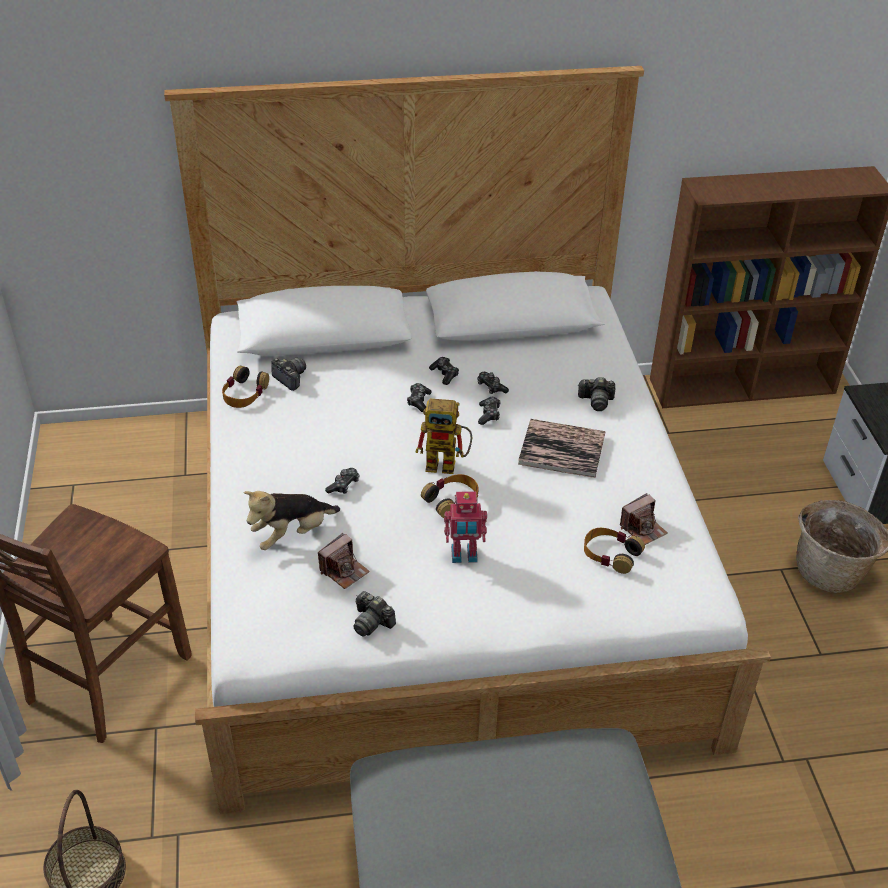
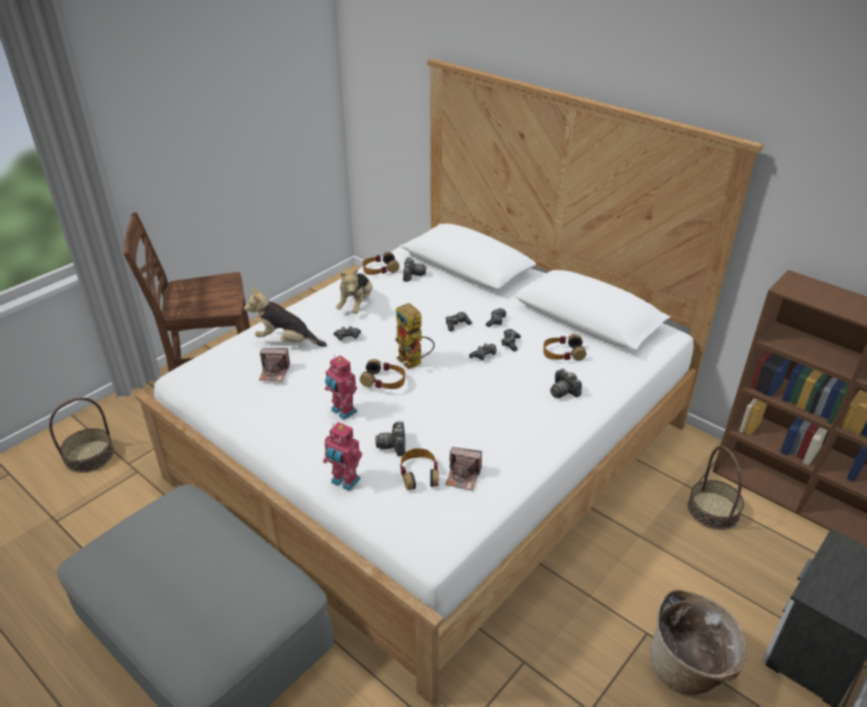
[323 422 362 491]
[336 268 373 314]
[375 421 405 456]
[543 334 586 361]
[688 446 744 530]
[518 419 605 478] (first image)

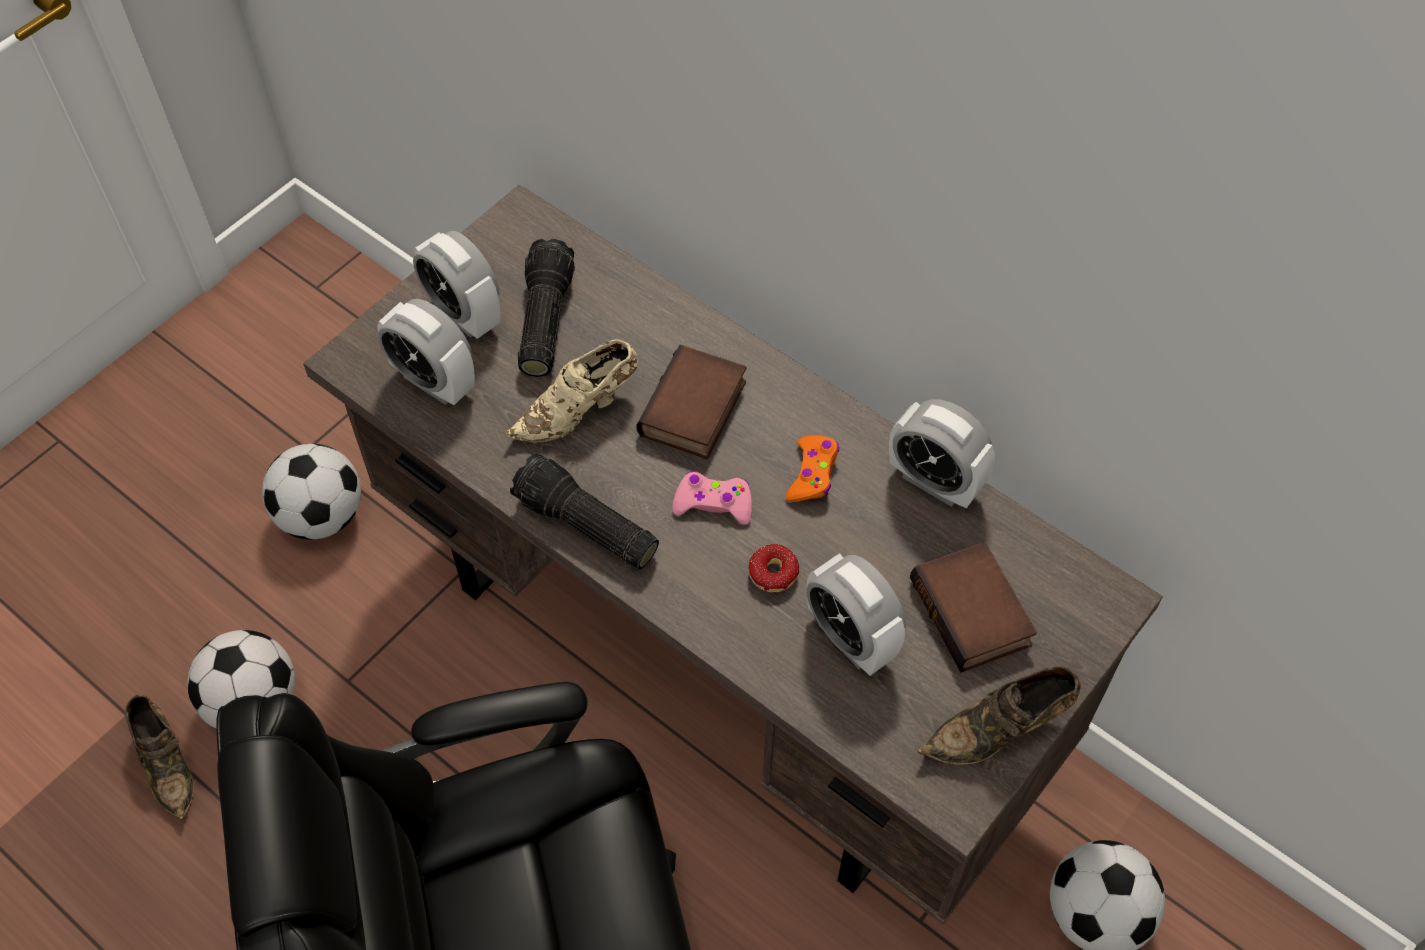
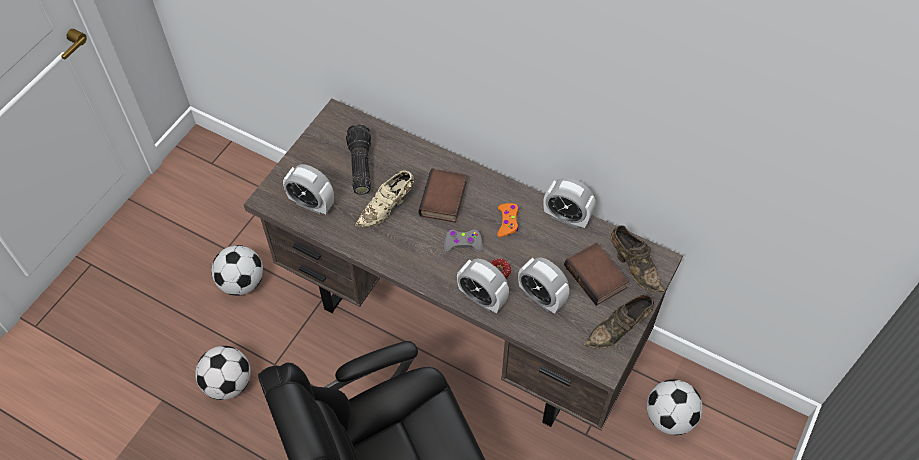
[444 229 483 252]
[457 258 509 313]
[611 225 664 292]
[510 453 659 570] (first image)

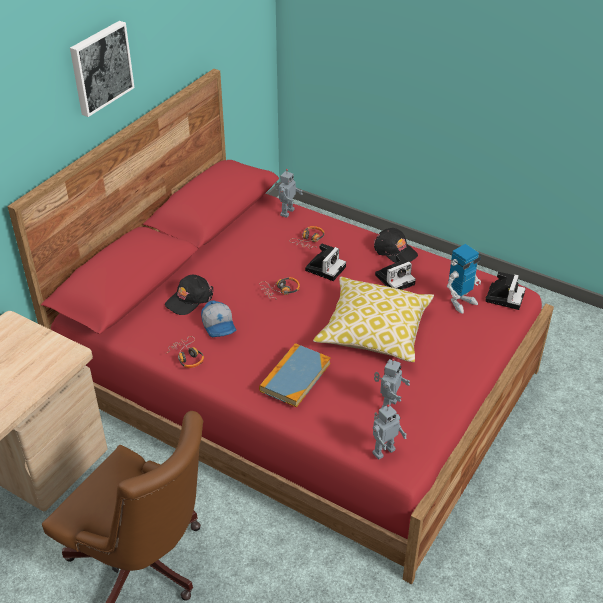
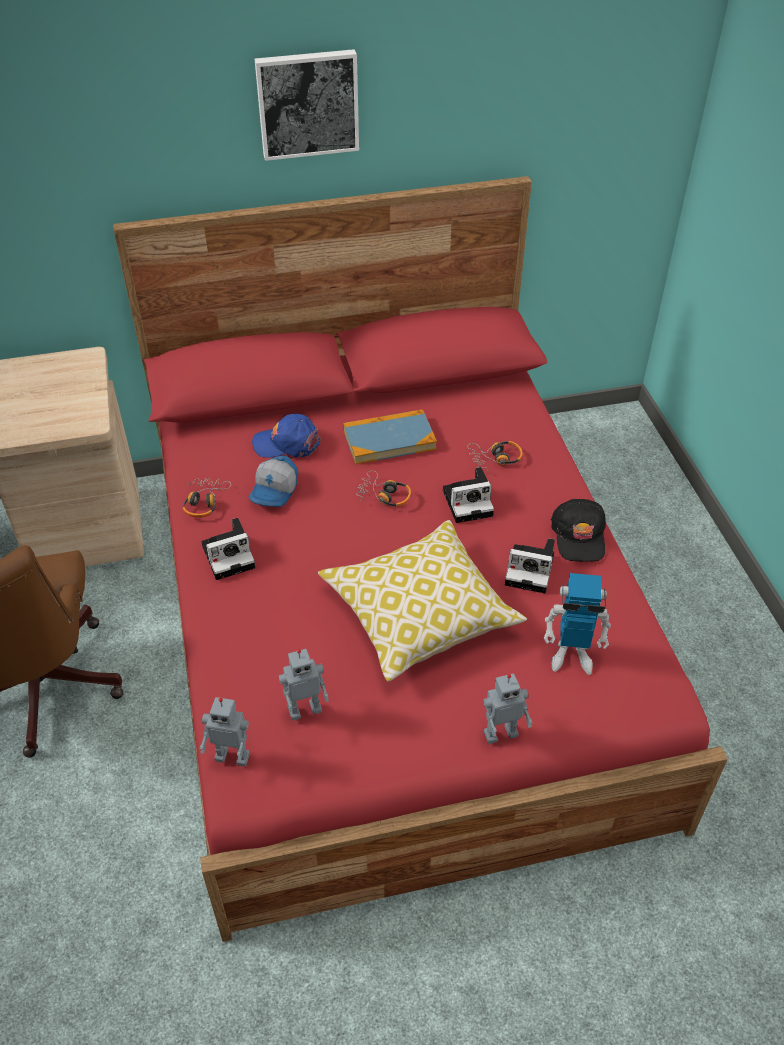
[201 518 255 580]
[252 414 321 458]
[343 409 437 464]
[483 674 533 744]

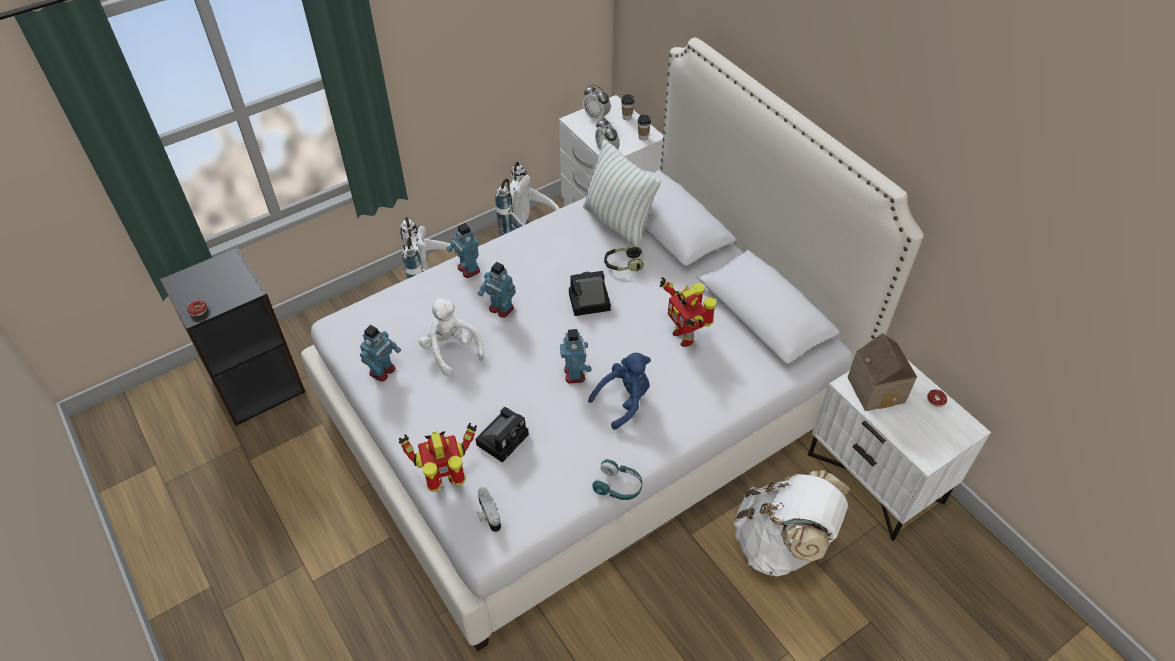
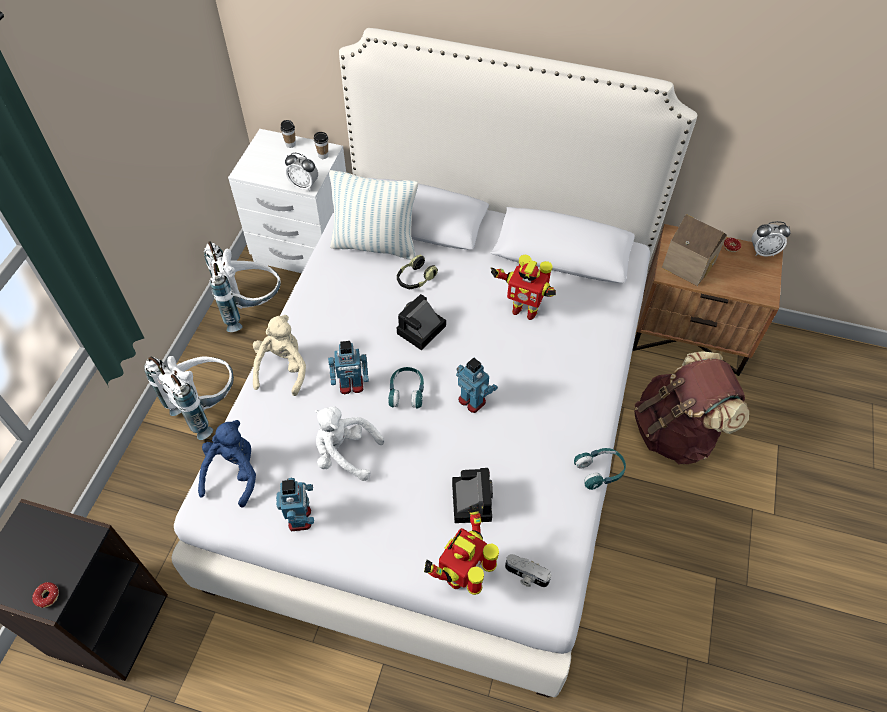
[198 420 256 508]
[253 315 306 396]
[388 367 424 409]
[632 224 783 376]
[634 351 749 464]
[752 221 791 257]

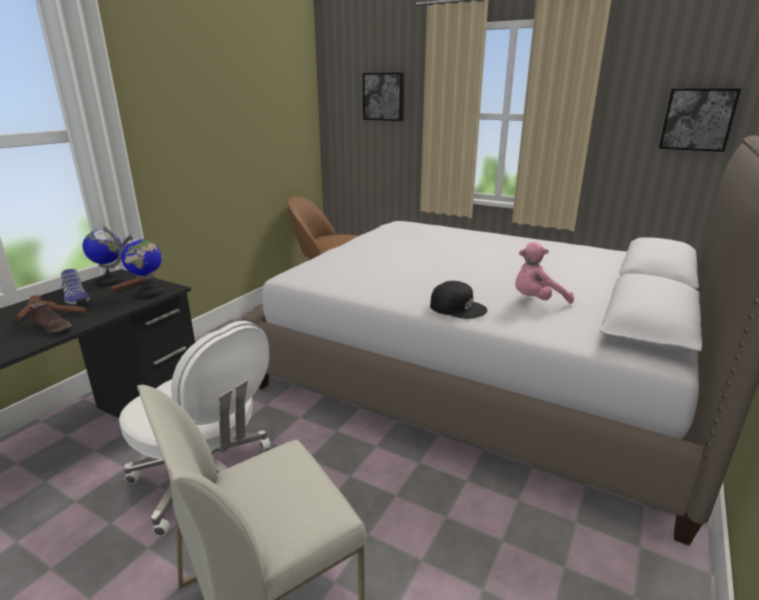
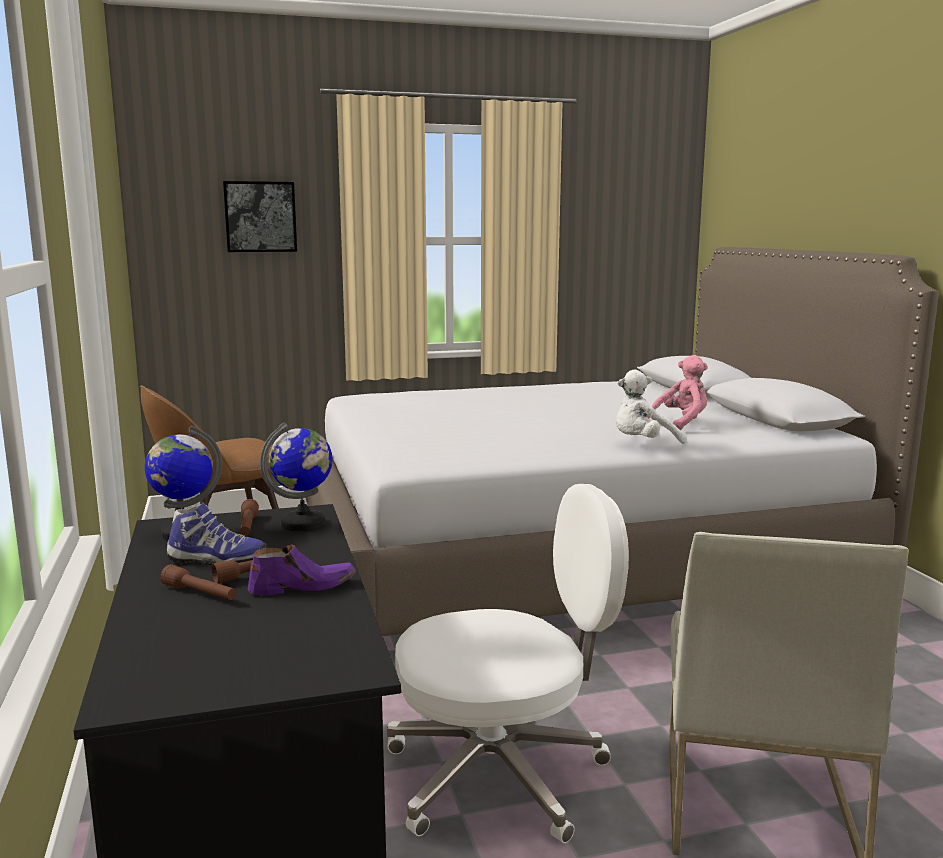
[248 544 356 596]
[616 370 687 444]
[647 355 708 430]
[659 88 741 152] (first image)

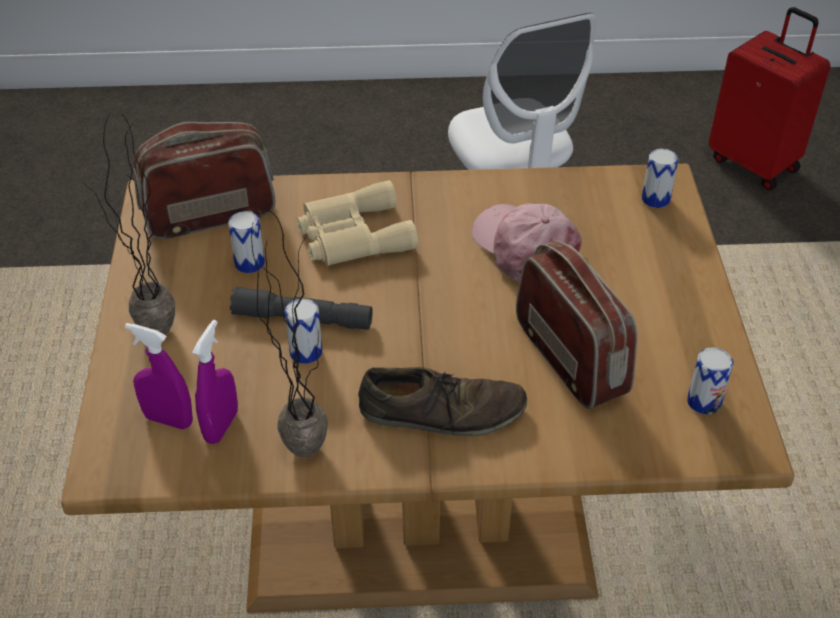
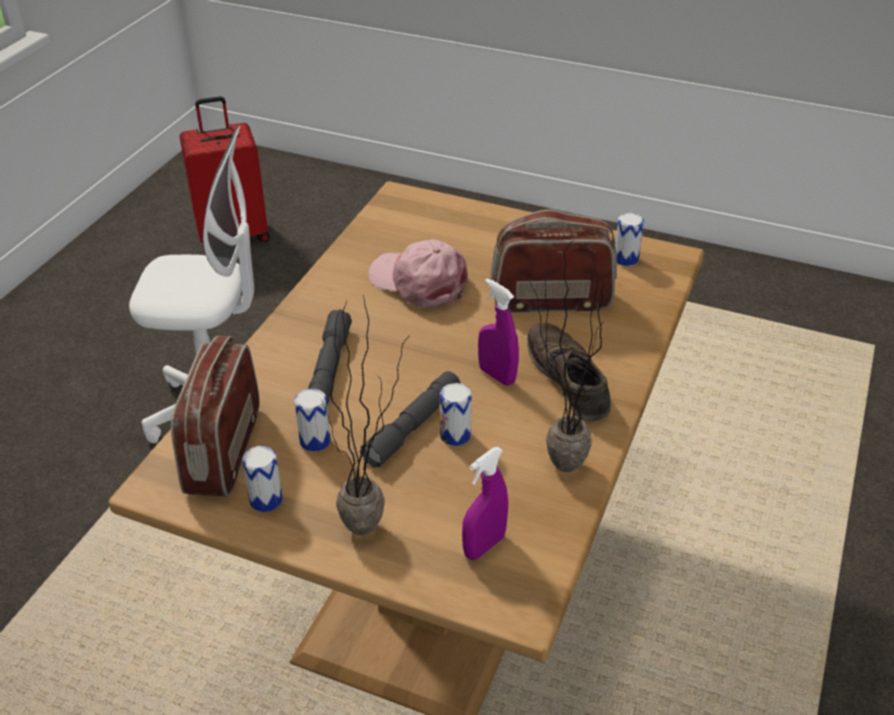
[242 446 282 512]
[308 309 352 405]
[368 239 469 308]
[478 278 519 386]
[527 323 611 422]

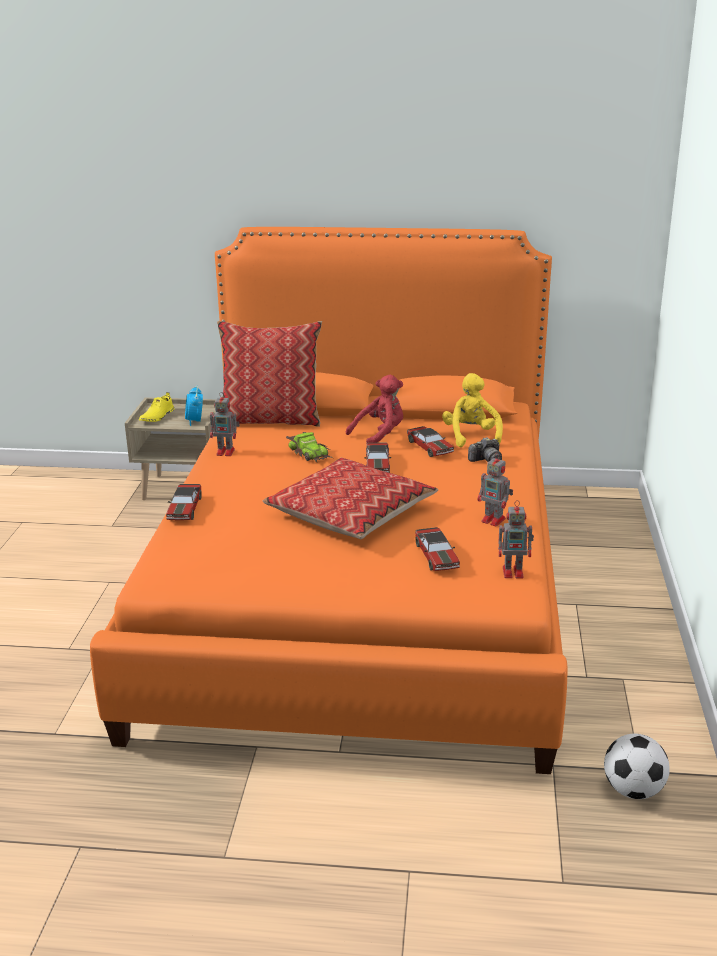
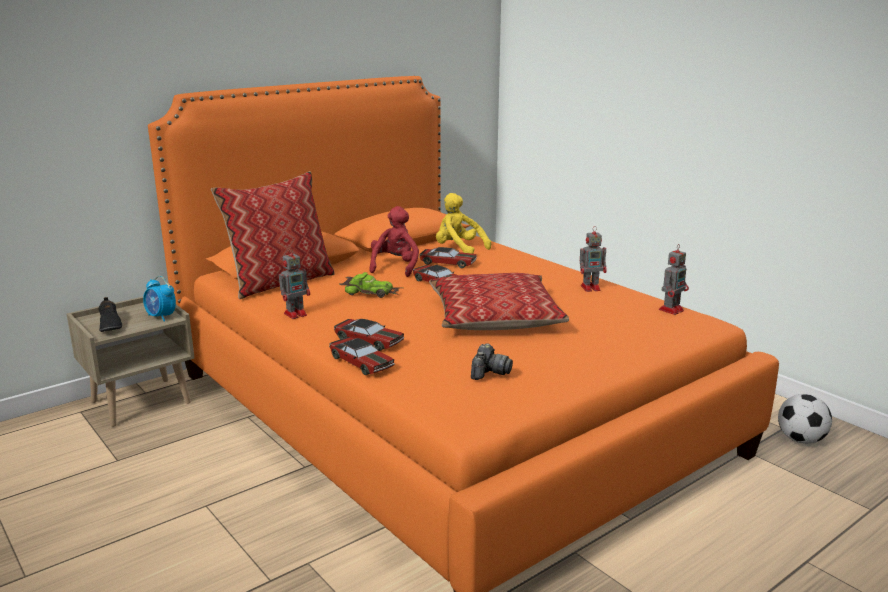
[98 297 122 332]
[334 319 404 351]
[471 343 513 380]

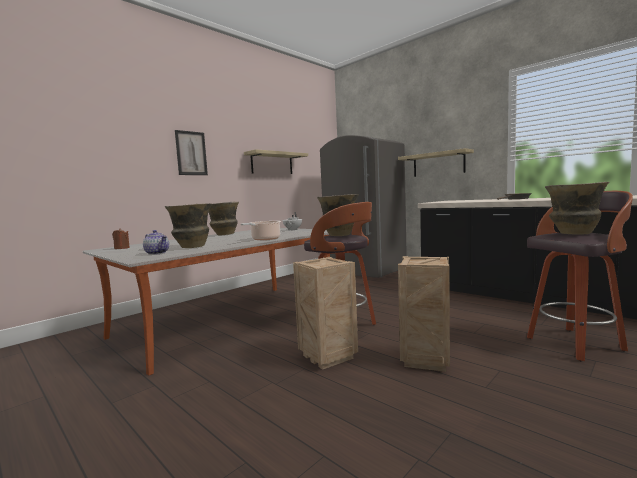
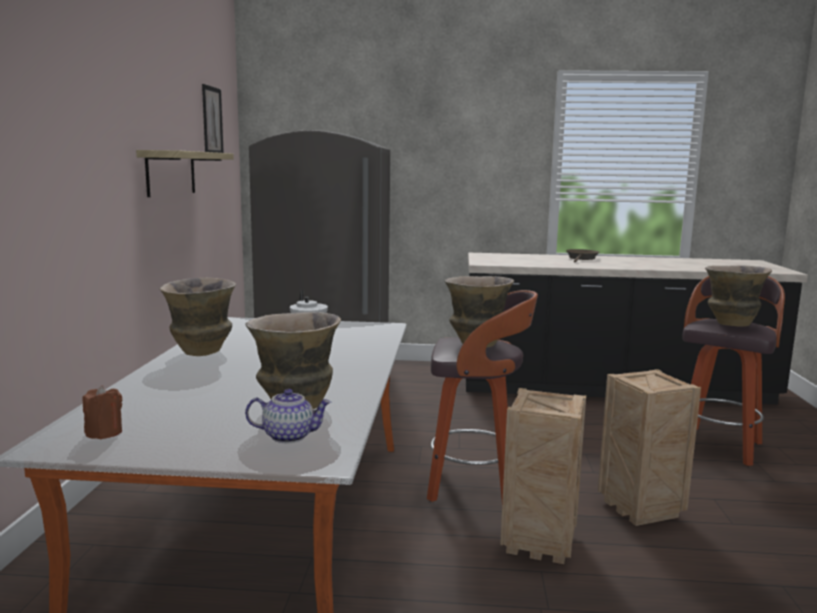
[202 84 224 153]
[241 221 281 240] (first image)
[398 148 474 177] (first image)

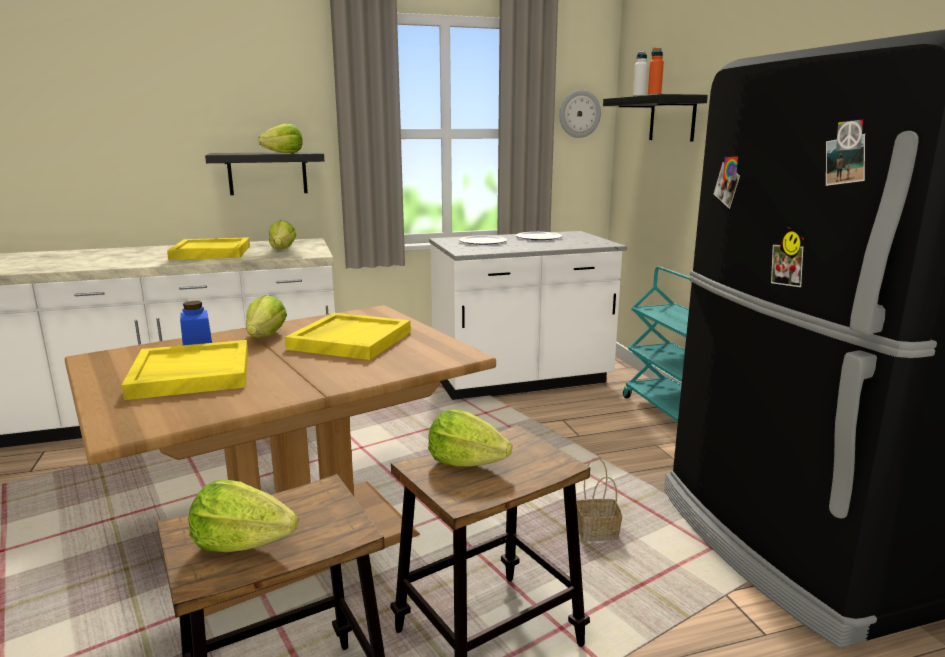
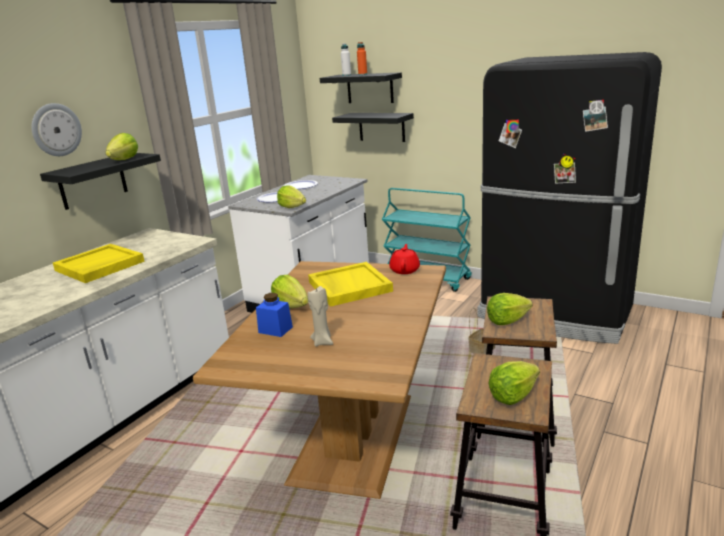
[31 103 82 156]
[277 185 306 208]
[308 286 333 347]
[332 113 414 142]
[389 244 420 274]

